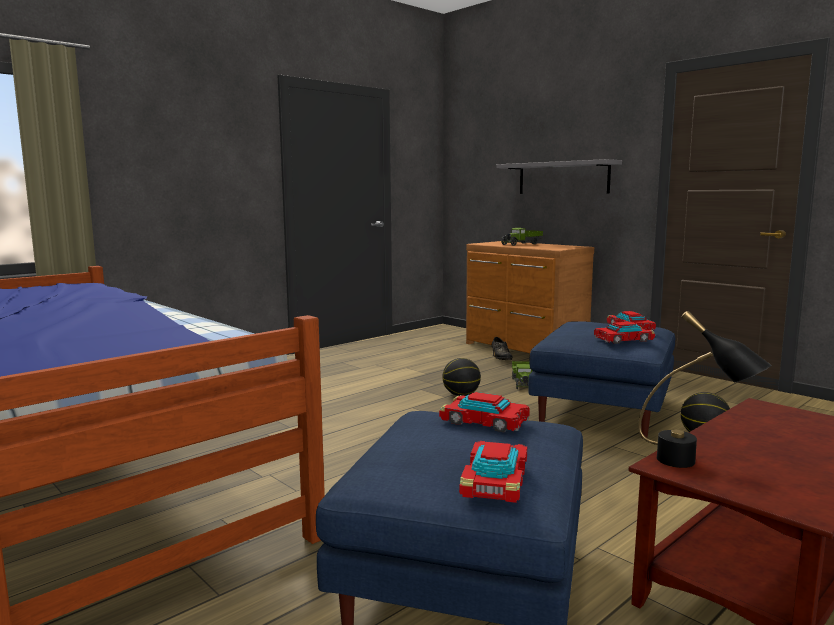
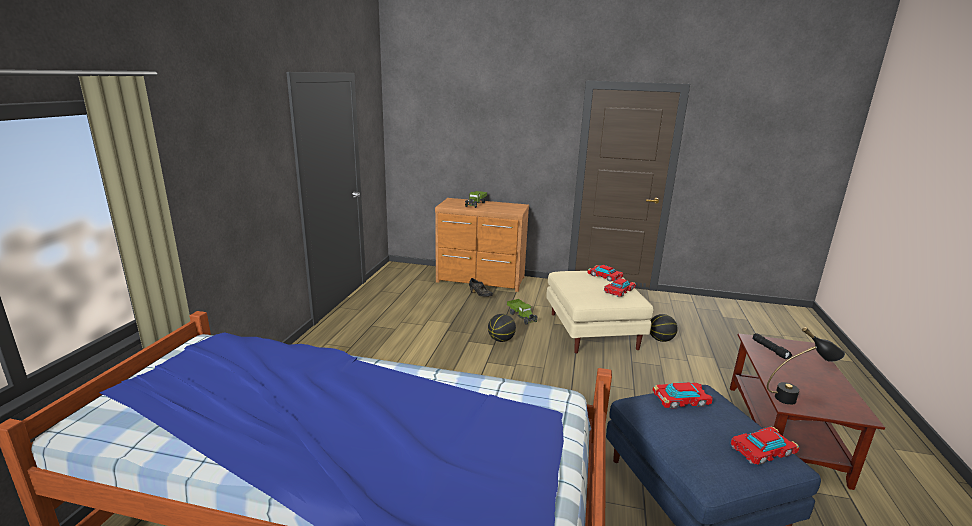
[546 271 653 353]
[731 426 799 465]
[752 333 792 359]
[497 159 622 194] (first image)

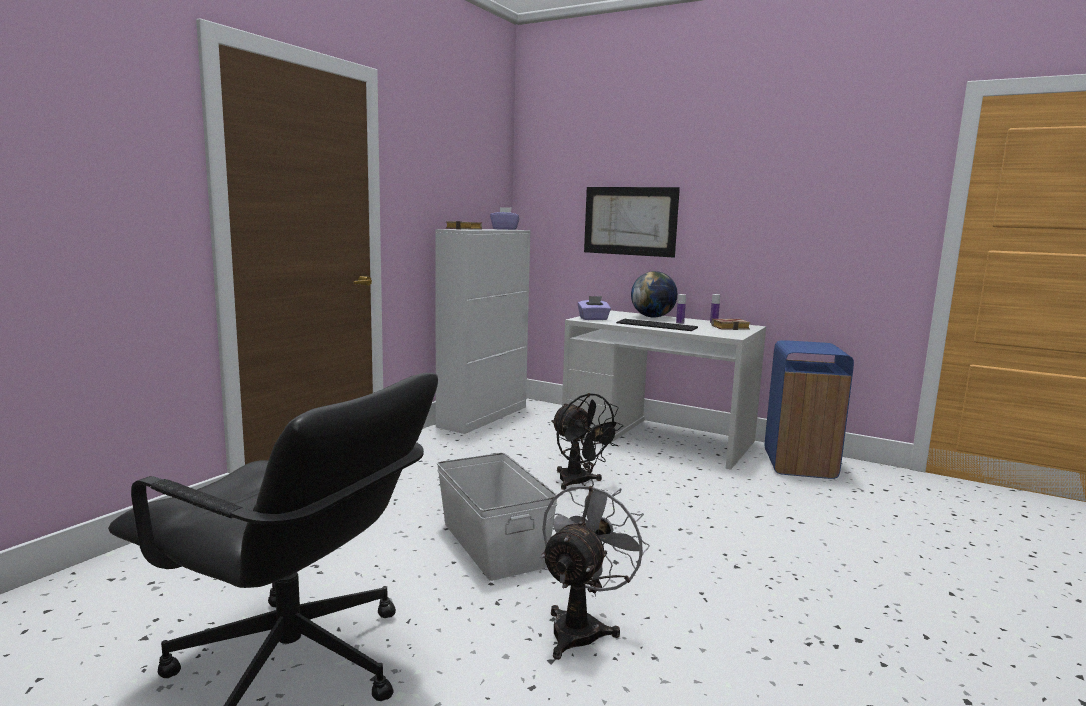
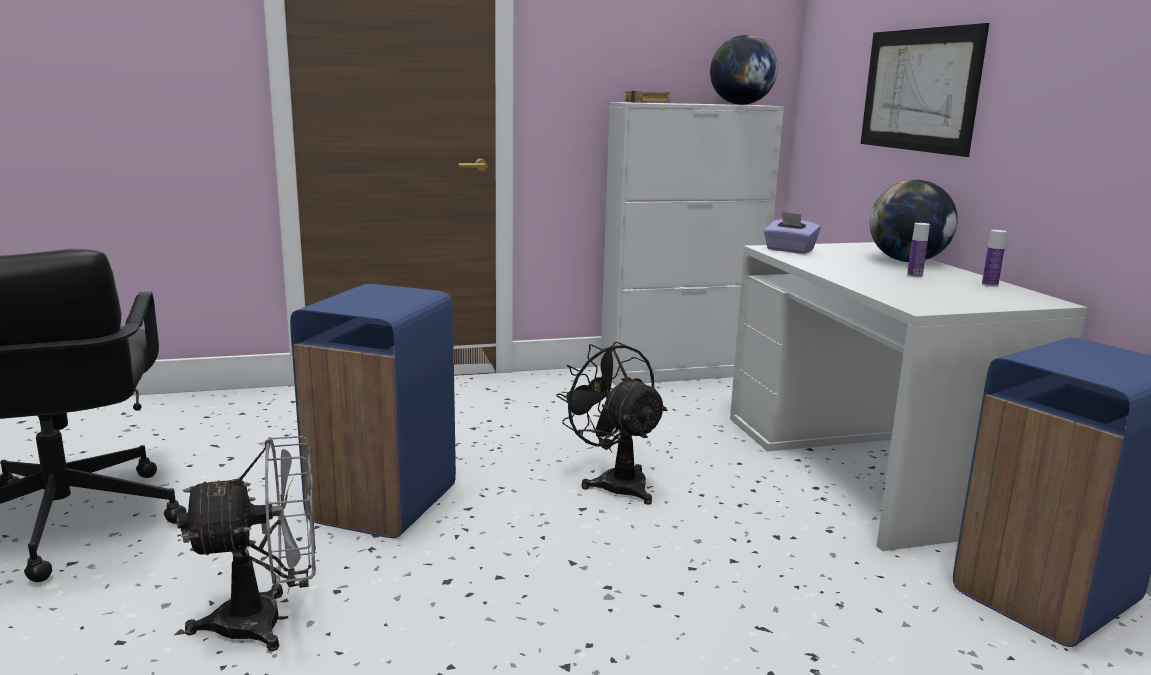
[290 284 456 538]
[556 341 667 505]
[710 35 778 105]
[616 319 698 331] (first image)
[711 319 751 330] (first image)

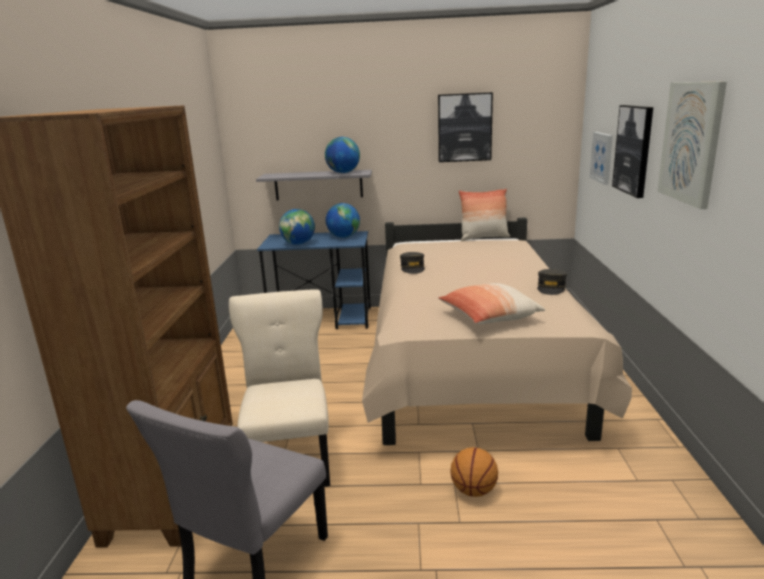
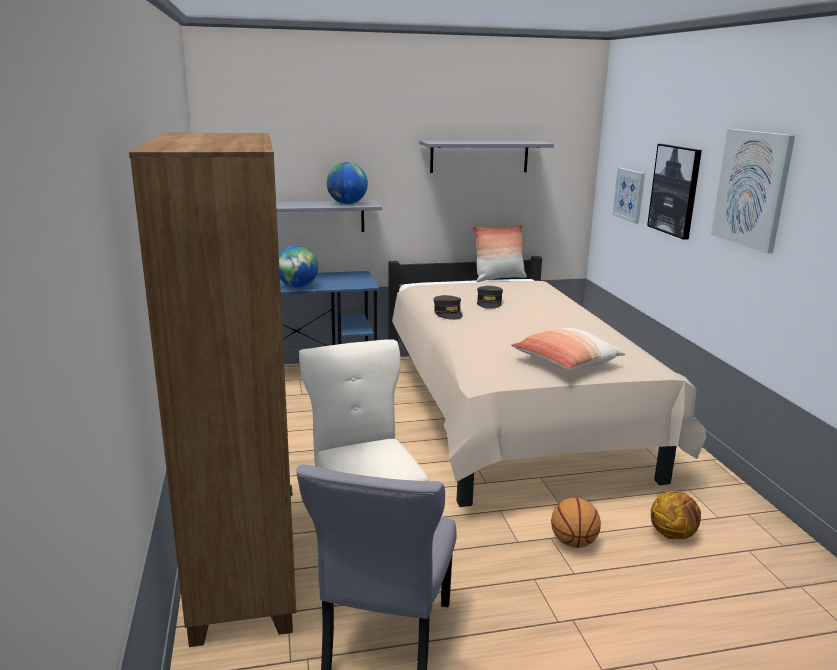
[419 141 554 173]
[477 286 503 309]
[651 491 701 540]
[326 203 360 238] (first image)

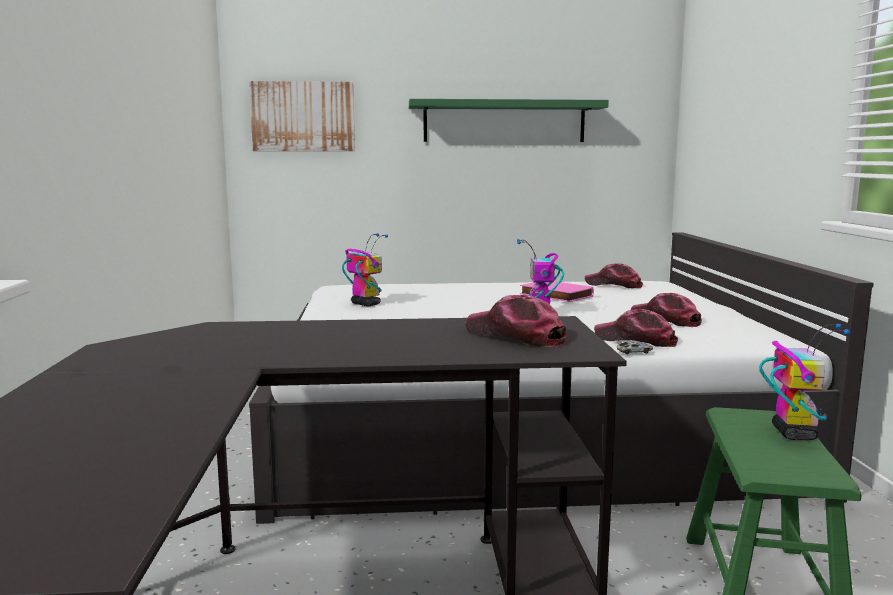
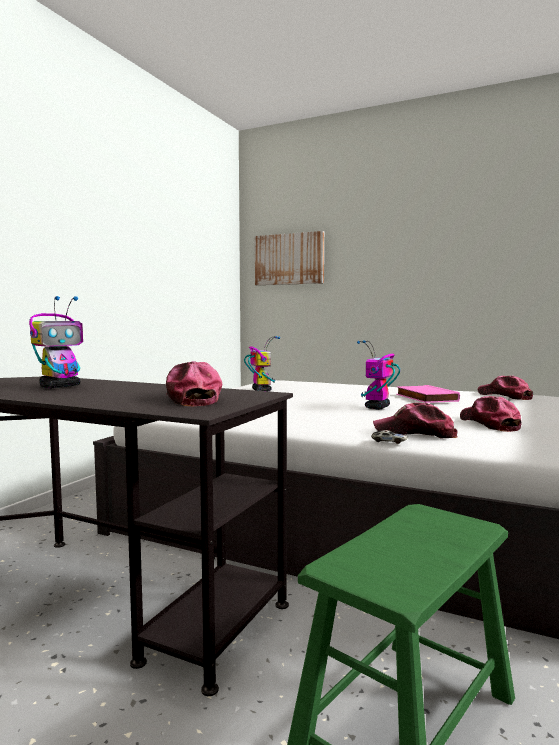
[29 296 83 388]
[373 403 458 438]
[409 99 609 142] (first image)

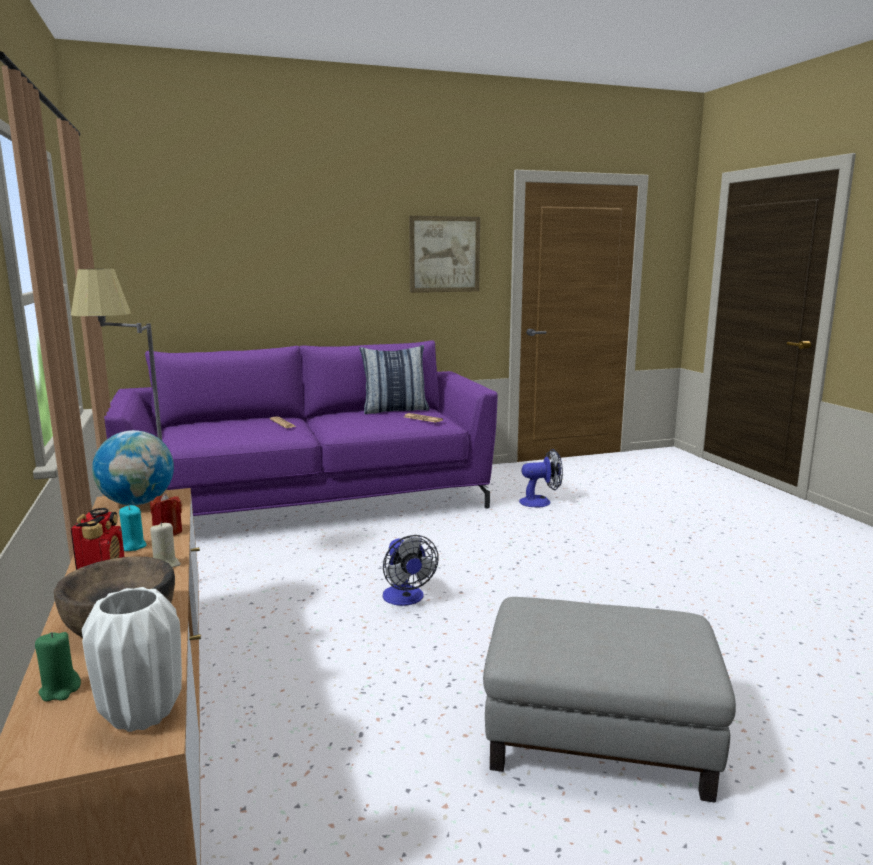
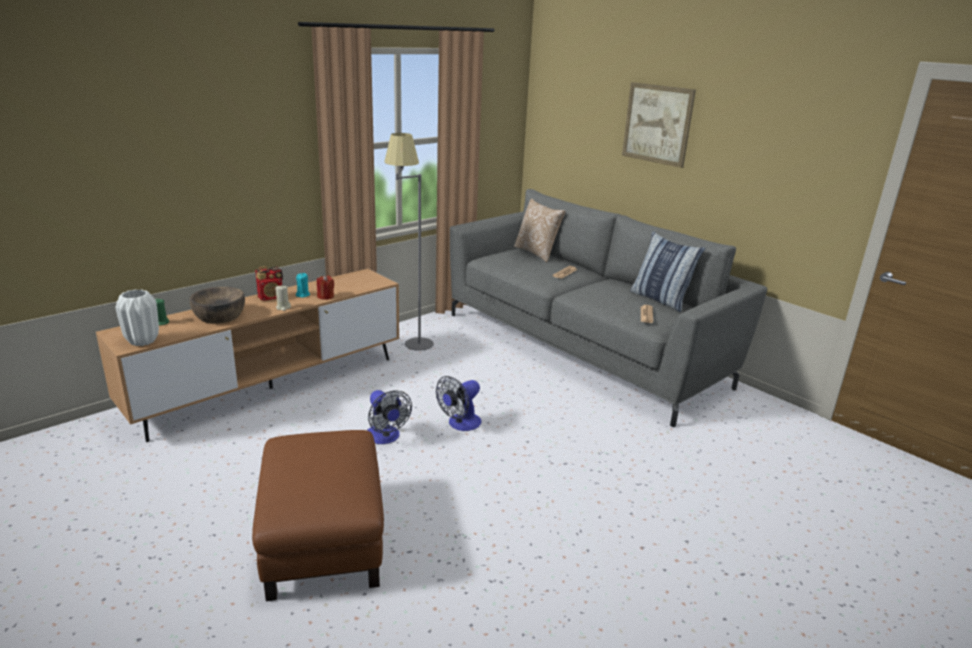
[252 430 384 601]
[367 390 412 444]
[450 189 767 427]
[514 198 565 262]
[622 82 696 168]
[92 430 174 505] (first image)

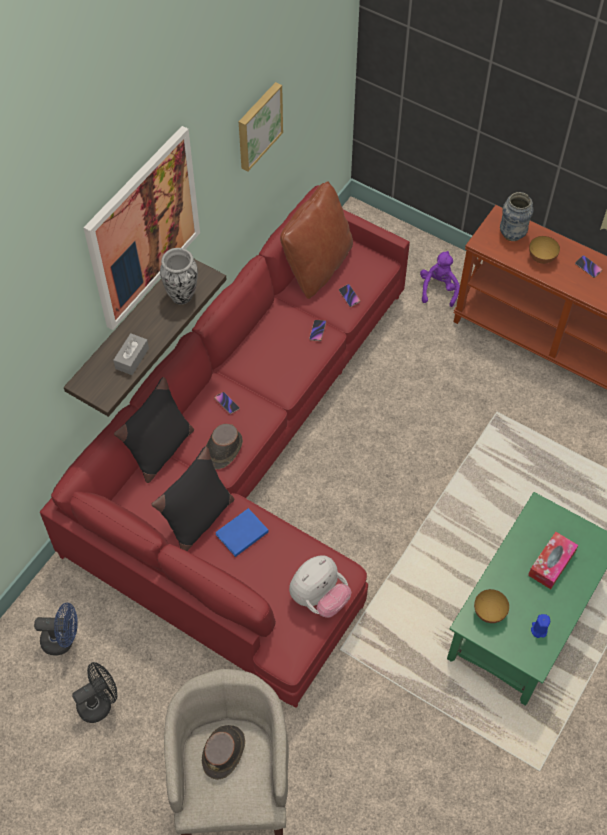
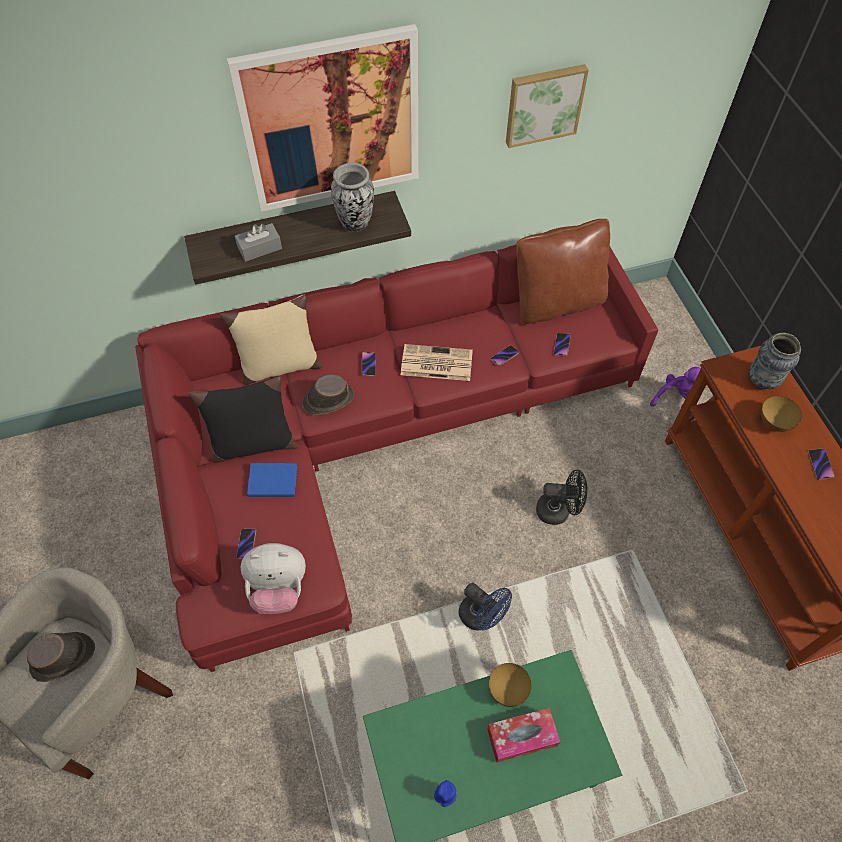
[220 295 322 385]
[236 528 256 559]
[401 344 473 381]
[459 583 512 631]
[489 663 531 707]
[536 470 587 525]

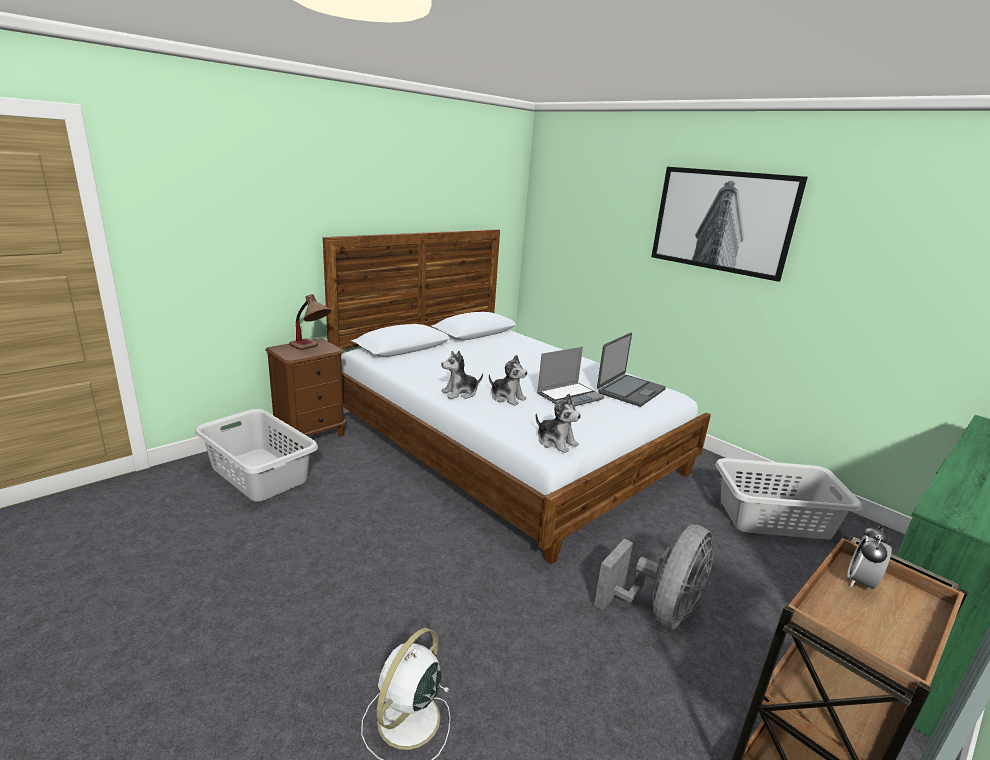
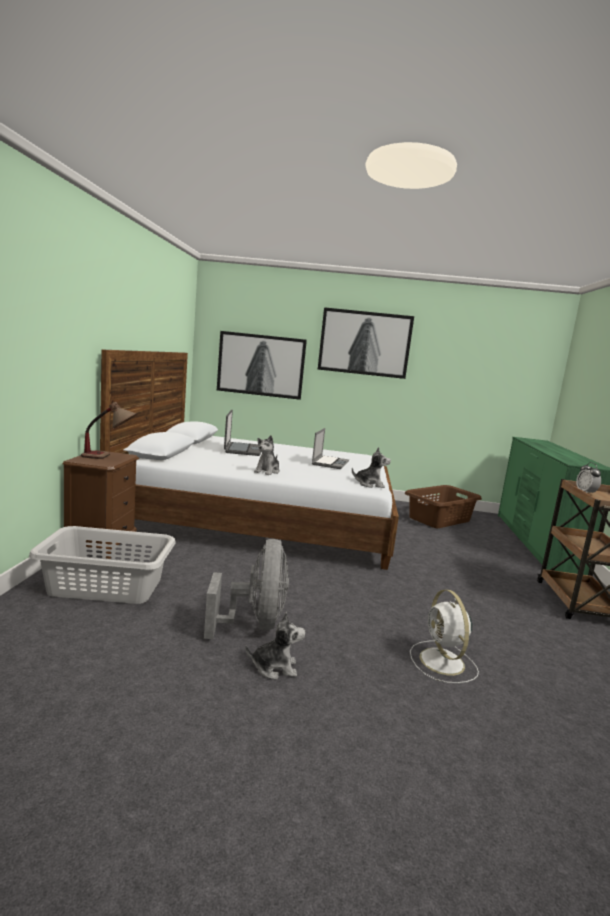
[204 539 289 639]
[217 331 307 400]
[224 410 261 456]
[245 612 306 680]
[405 485 482 528]

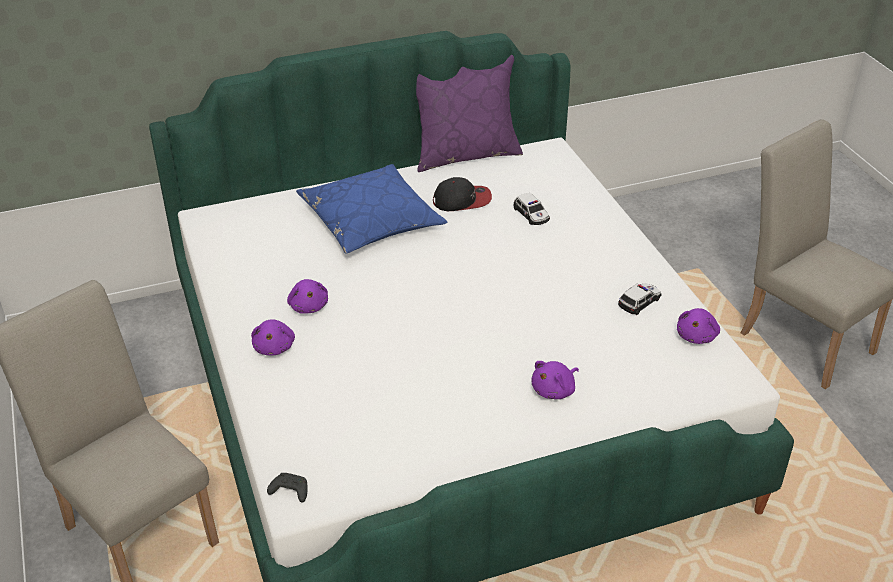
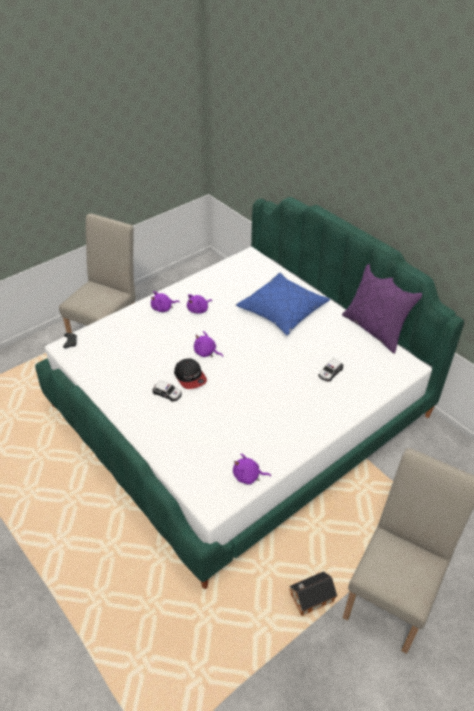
[152 380 182 402]
[174 358 207 389]
[194 331 223 358]
[289 571 337 616]

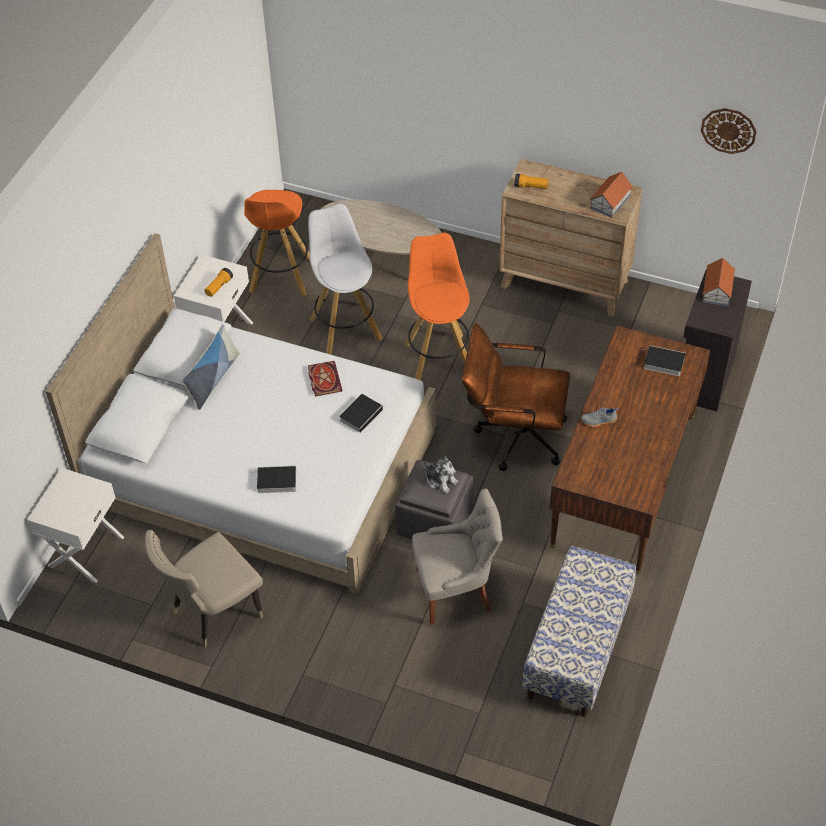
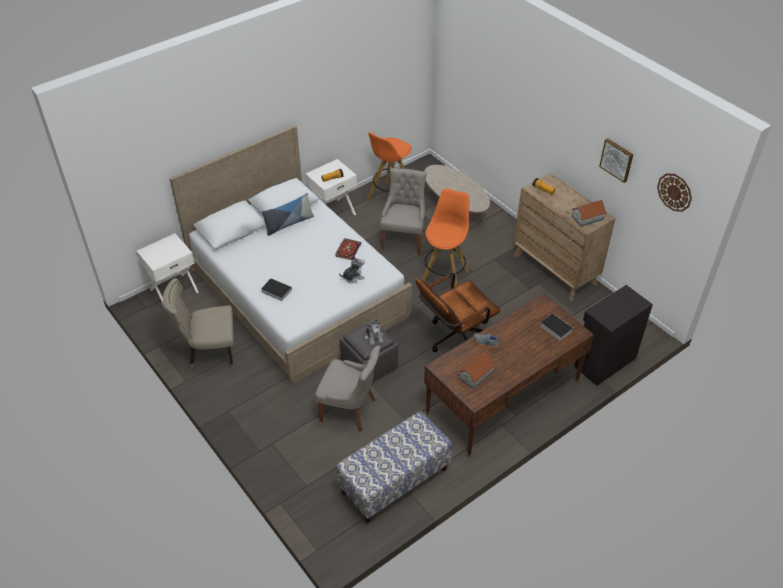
[339 256 365 283]
[380 168 427 254]
[416 273 500 352]
[458 353 496 389]
[599 138 633 183]

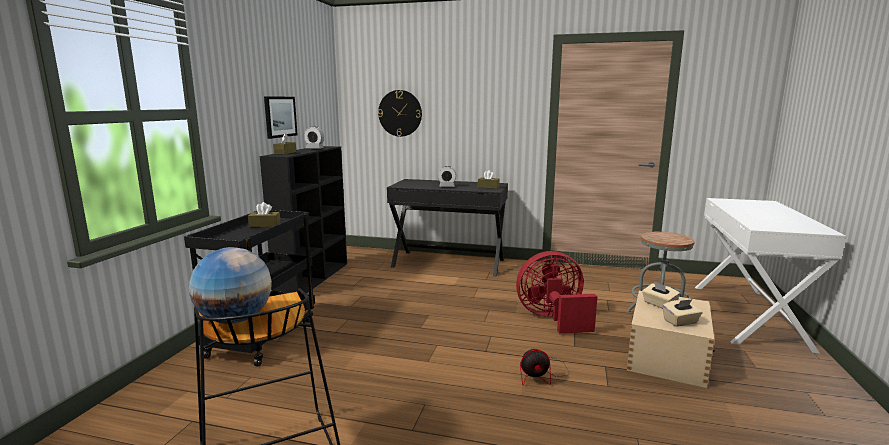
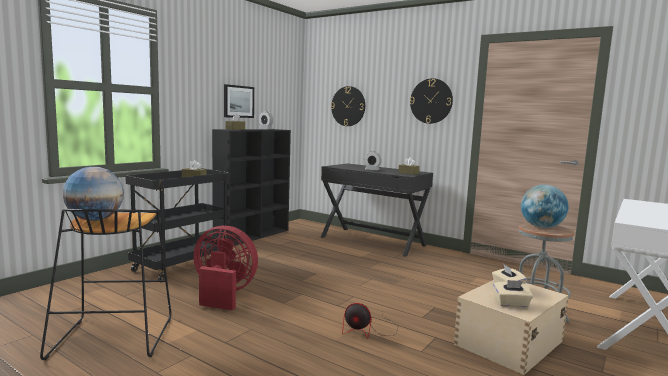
[193 226 258 310]
[410 78 453 124]
[521 185 569 228]

